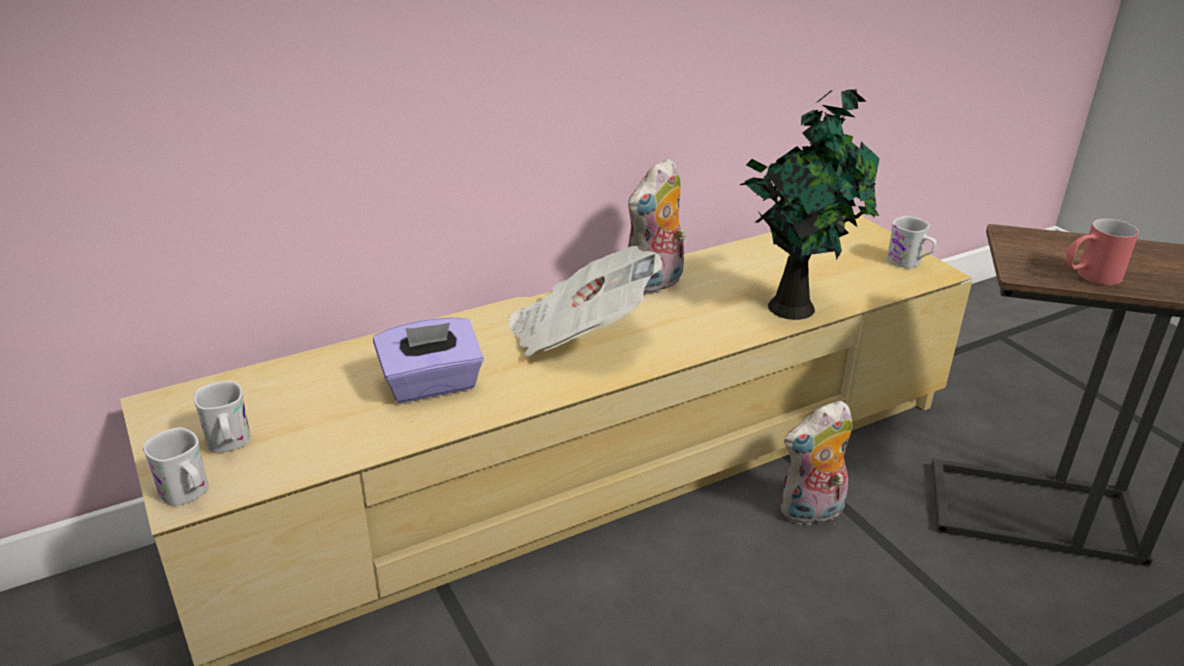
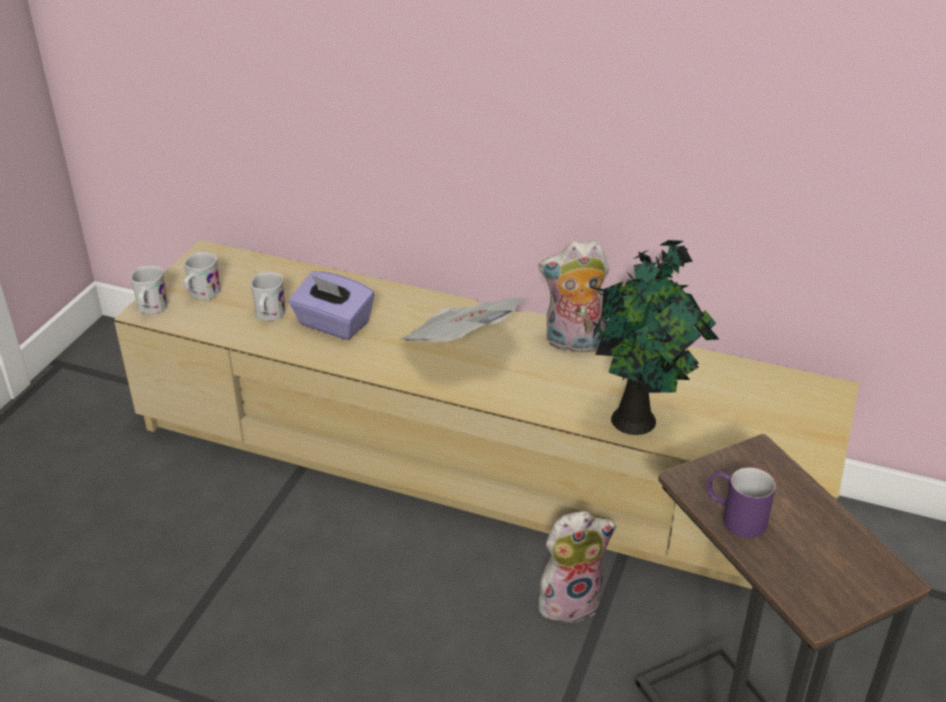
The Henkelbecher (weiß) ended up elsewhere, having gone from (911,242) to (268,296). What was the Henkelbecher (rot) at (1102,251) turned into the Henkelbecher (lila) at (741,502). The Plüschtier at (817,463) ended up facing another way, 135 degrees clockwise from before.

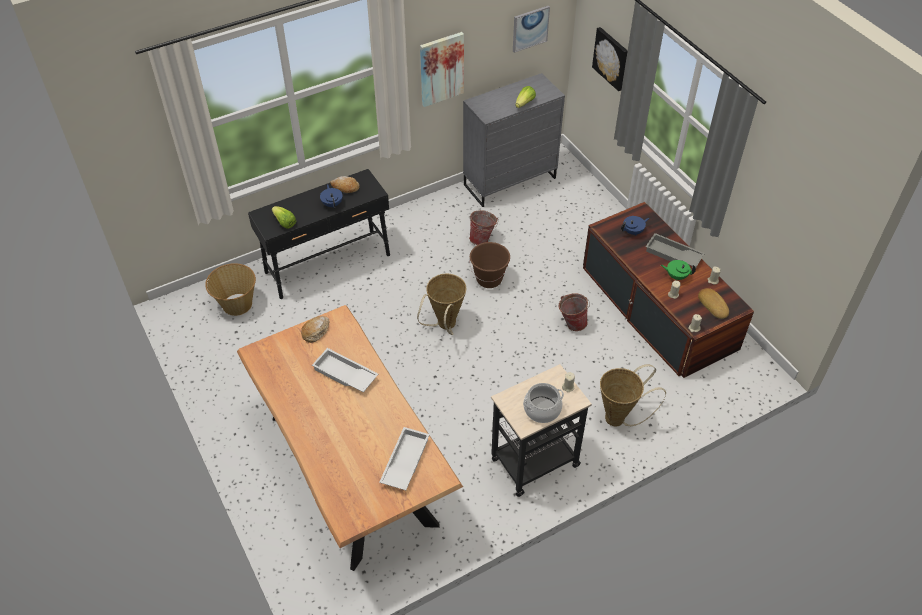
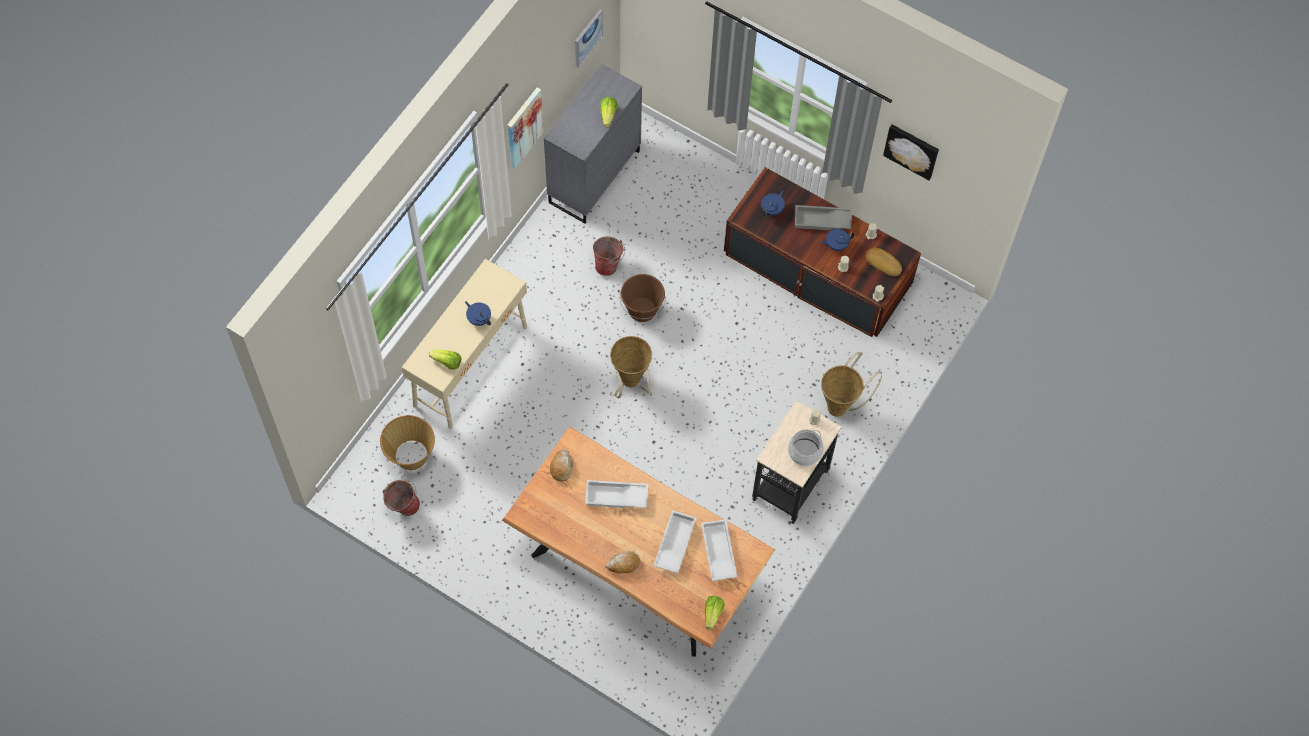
The second view gained the Tablett (weiß) at (675,541). The second view gained the Salatkopf at (715,613). The Brot ended up elsewhere, having gone from (345,184) to (622,562). The Eimer ended up elsewhere, having gone from (574,312) to (401,497). The Bild ended up elsewhere, having gone from (610,59) to (911,152). What was the Konsolentisch (schwarz) at (319,234) turned into the Konsolentisch (beige) at (464,344). What was the Teekanne (grün) at (678,270) turned into the Teekanne (blau) at (837,240).

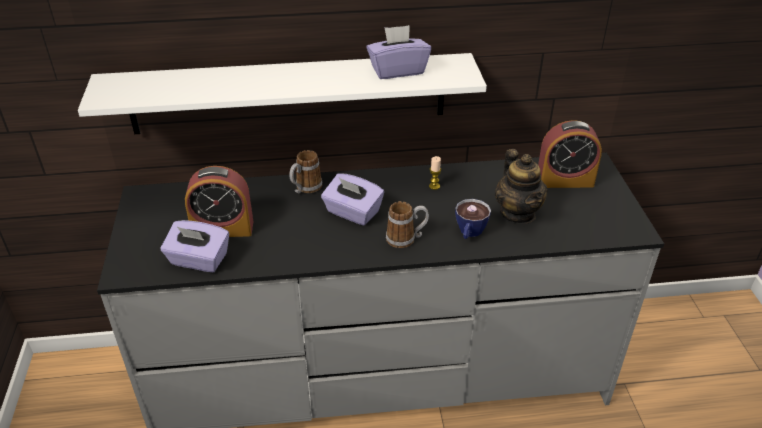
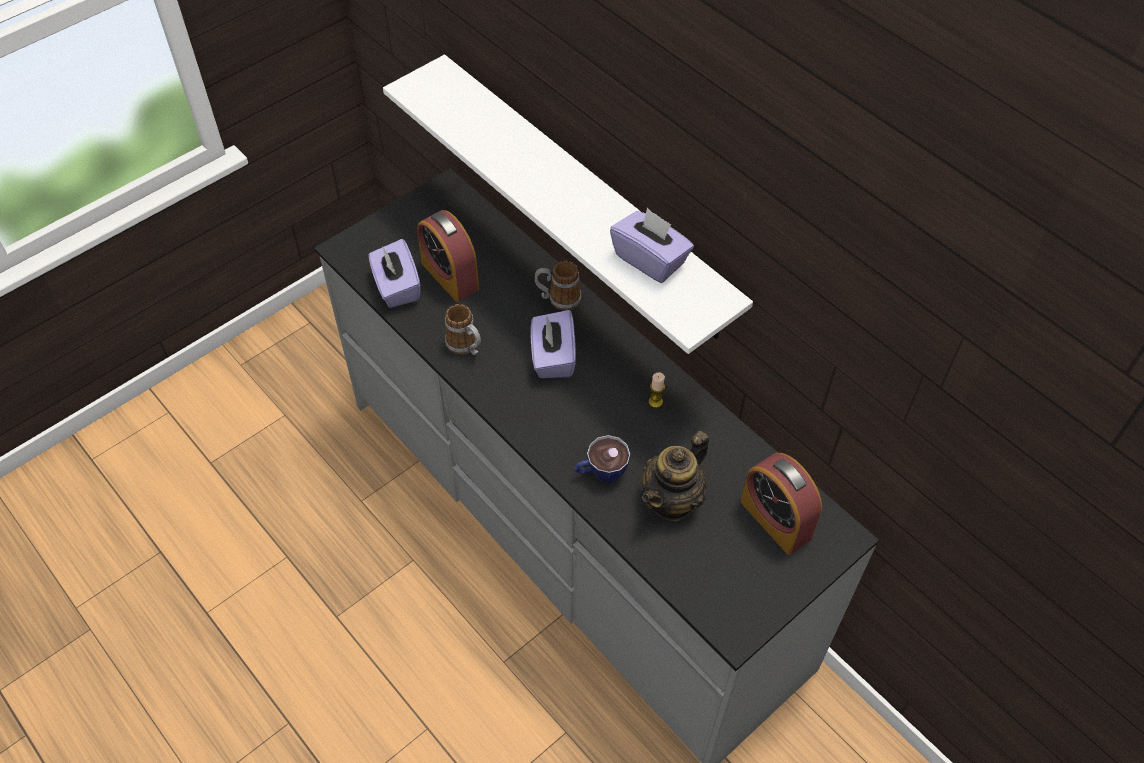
The Henkelbecher ended up elsewhere, having gone from (407,224) to (463,329).

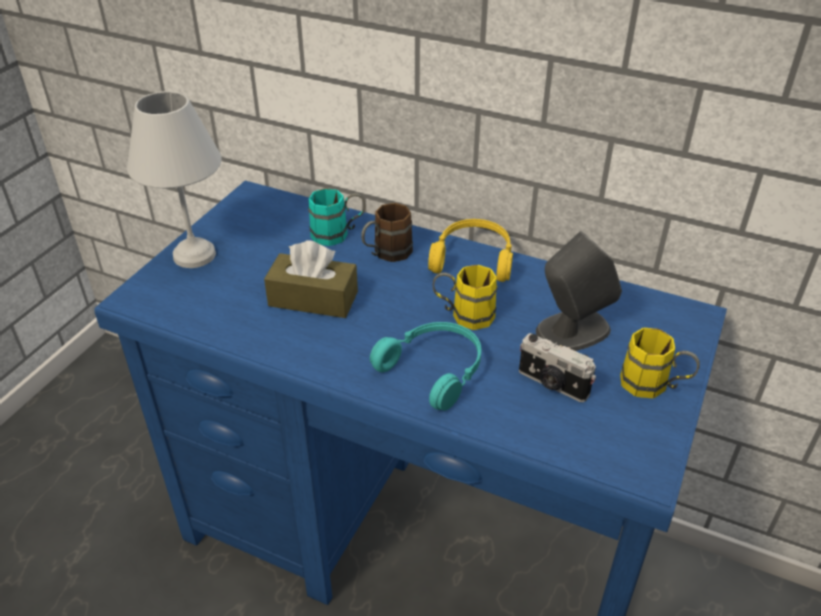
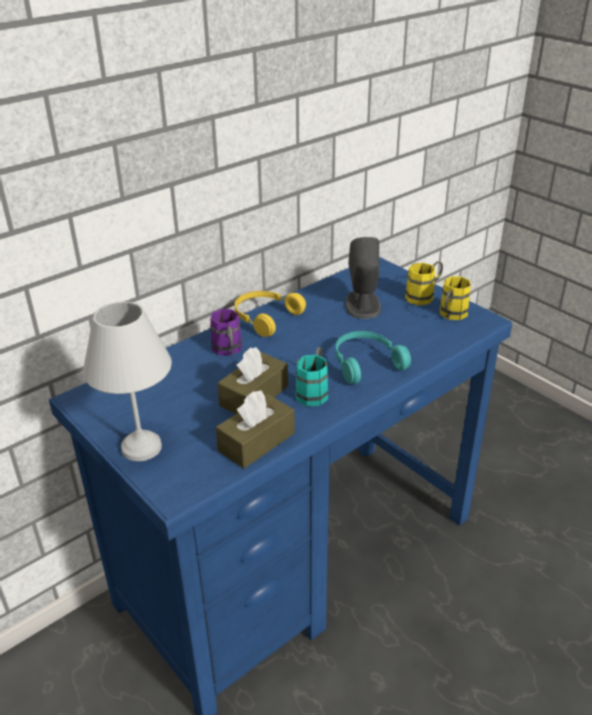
The second view lost the Kamera at (557,367). The second view gained the Taschentuchbox (braun) at (255,430). The Henkelbecher (türkis) ended up elsewhere, having gone from (336,217) to (312,376). The Henkelbecher (gelb) ended up elsewhere, having gone from (465,297) to (455,298). What was the Henkelbecher (braun) at (387,232) turned into the Henkelbecher (lila) at (226,332).

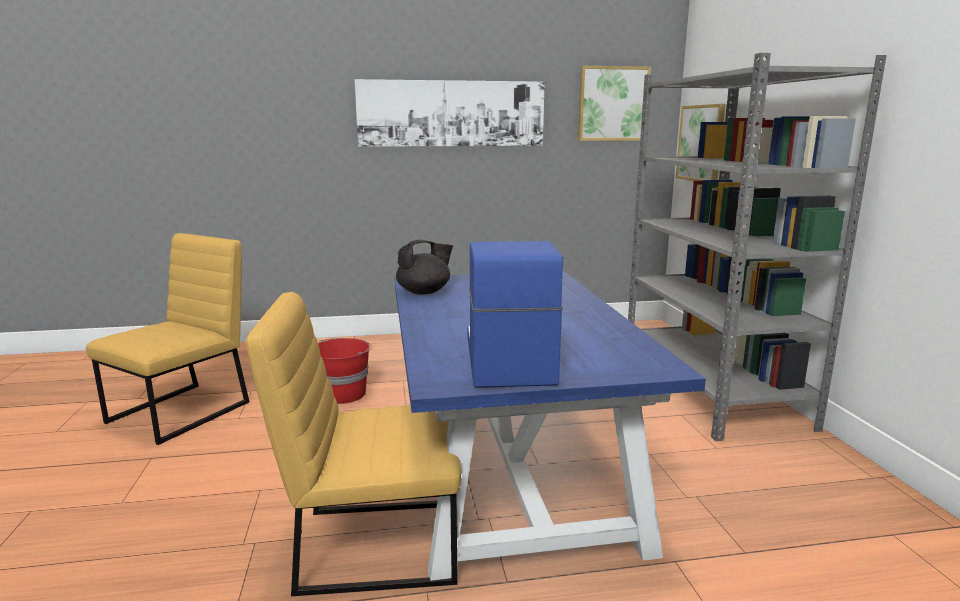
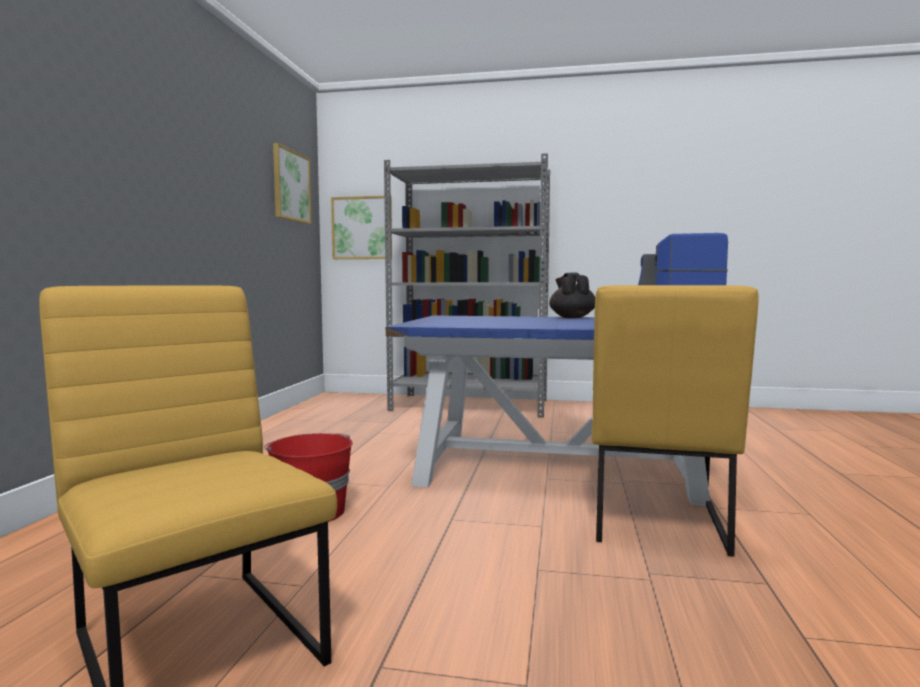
The second view lost the Bild at (449,113). The Teekanne (schwarz) ended up elsewhere, having gone from (424,267) to (572,295).

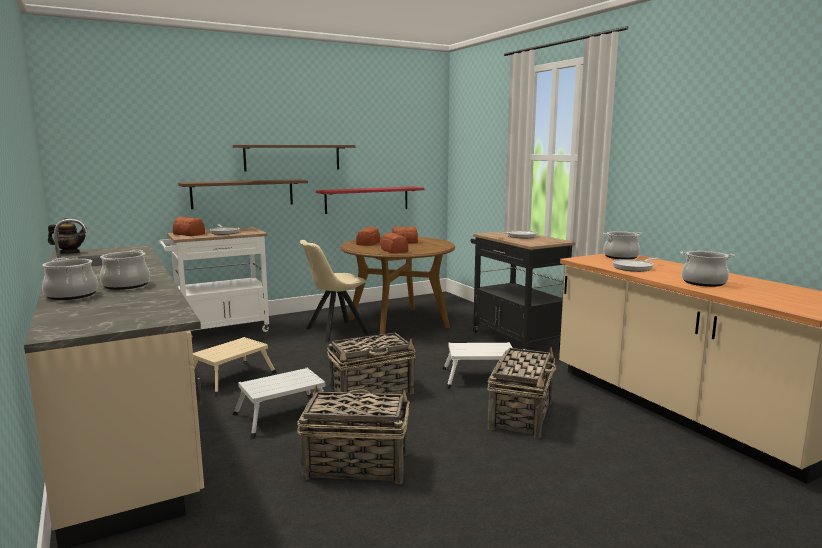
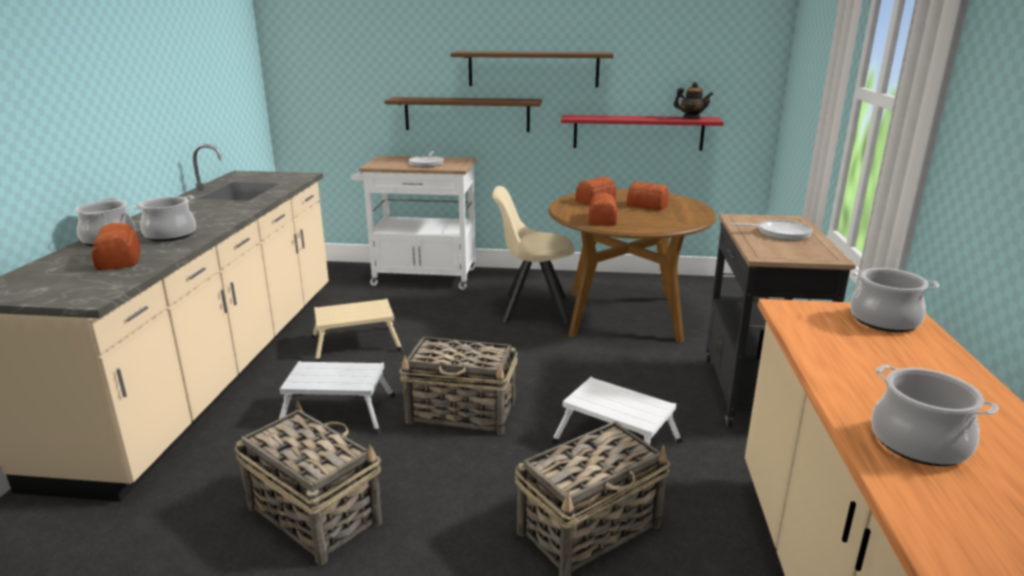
The second view lost the Pfanne at (636,265). The Teekanne ended up elsewhere, having gone from (67,236) to (693,100). The Brot ended up elsewhere, having gone from (189,226) to (115,246).

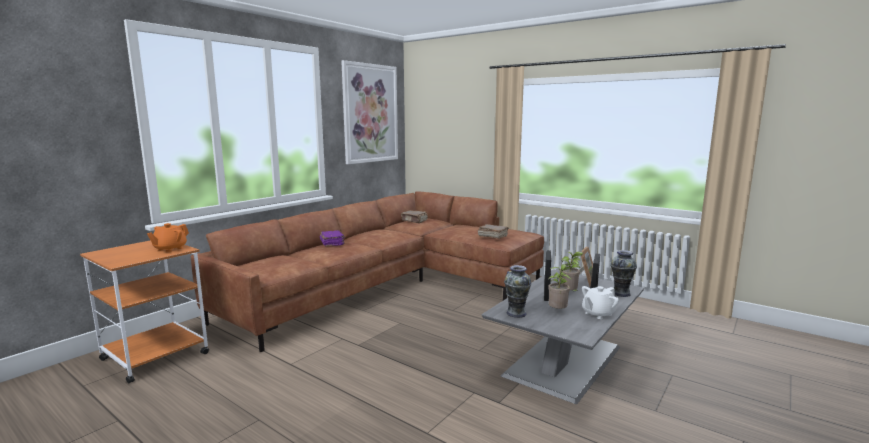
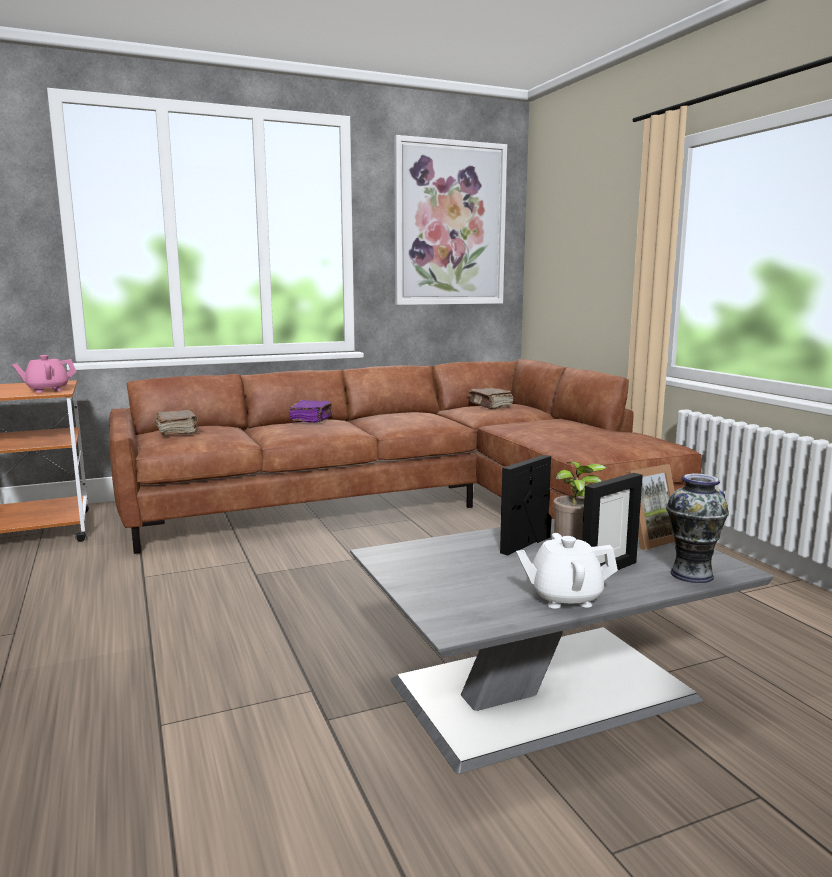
The second view lost the Vase at (518,291). The second view lost the Topfpflanze at (560,286). The Buch (braun) ended up elsewhere, having gone from (493,231) to (177,422). What was the Teekanne (orange) at (168,237) turned into the Teekanne (rosa) at (44,374).

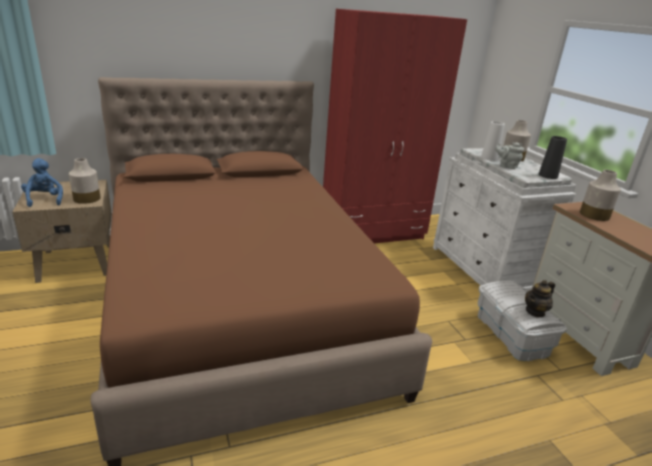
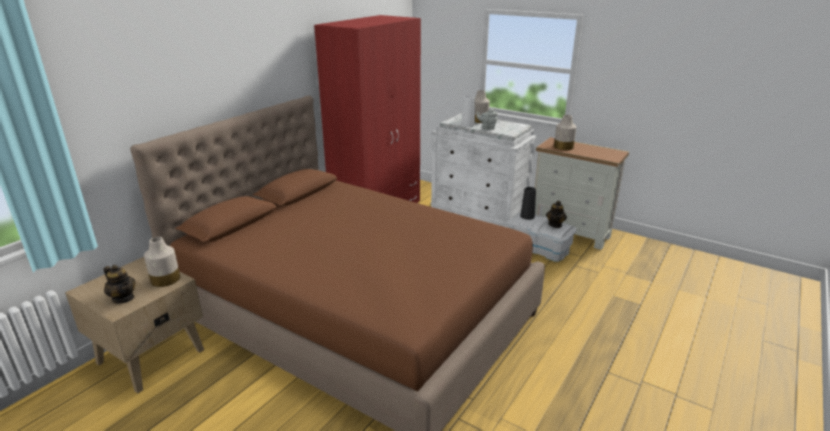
The Vase (schwarz) ended up elsewhere, having gone from (553,157) to (528,203). Where the Plüschtier (blau) stood at (42,182), the Teekanne came to stand at (119,284).

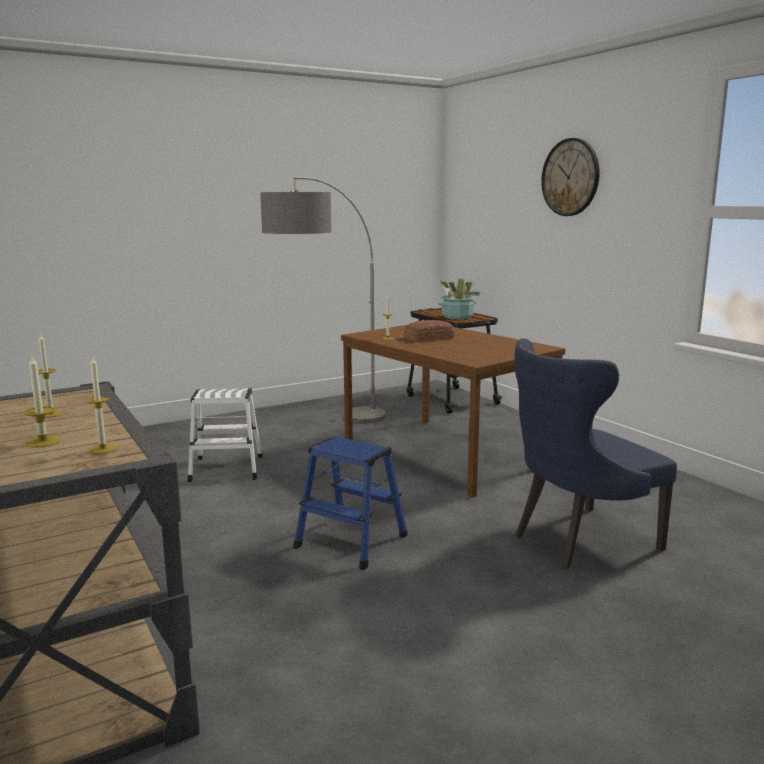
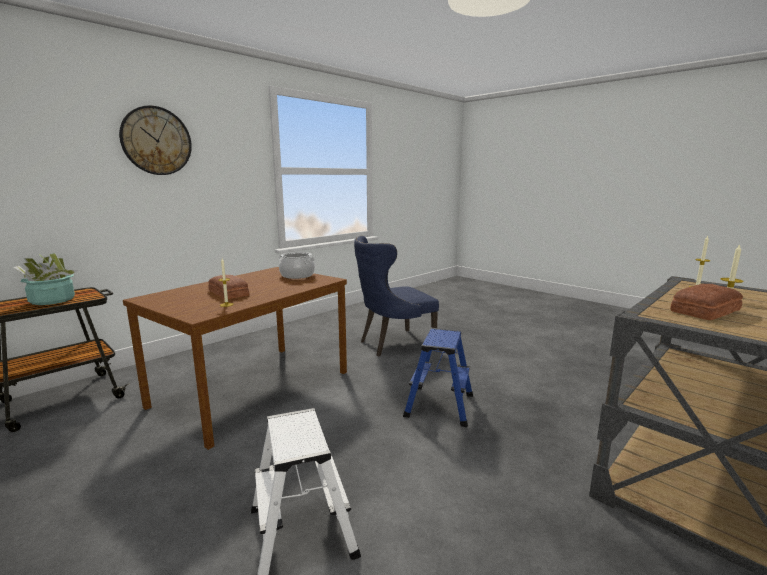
The second view lost the Stehlampe at (323,300). The second view gained the Kochtopf at (297,265). Where the Kerze stood at (50,376), the Brot came to stand at (706,302). The Stuhl (blau) at (596,454) ended up facing another way, 105 degrees clockwise from before.

